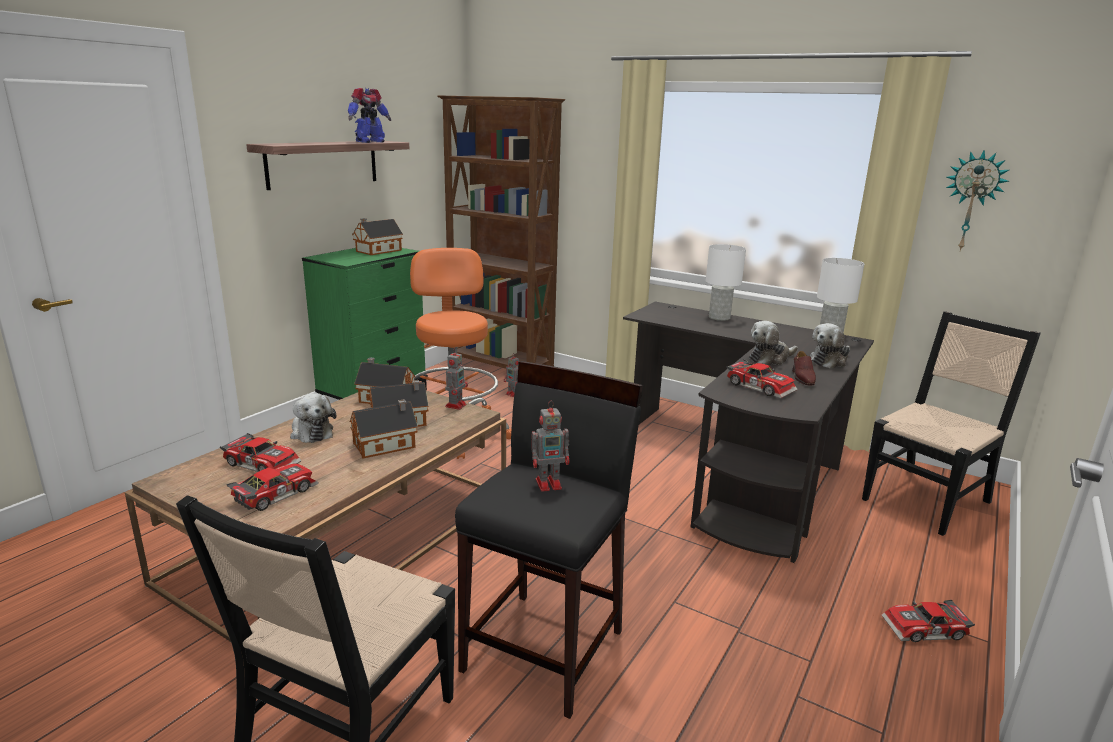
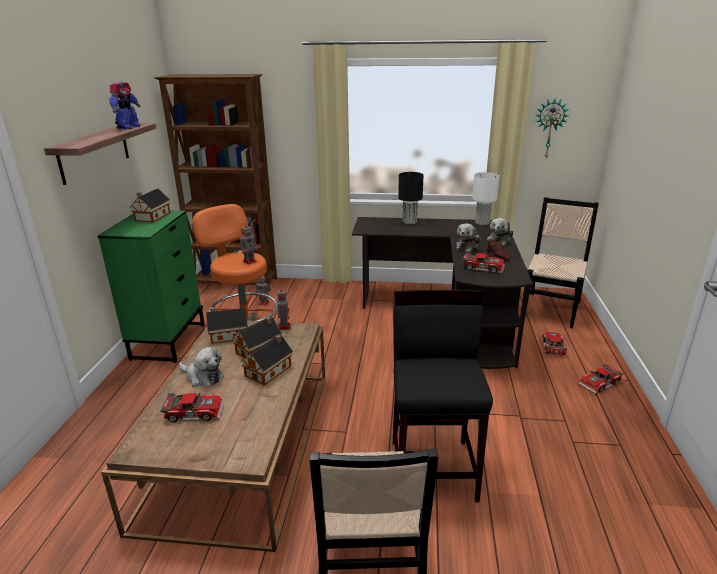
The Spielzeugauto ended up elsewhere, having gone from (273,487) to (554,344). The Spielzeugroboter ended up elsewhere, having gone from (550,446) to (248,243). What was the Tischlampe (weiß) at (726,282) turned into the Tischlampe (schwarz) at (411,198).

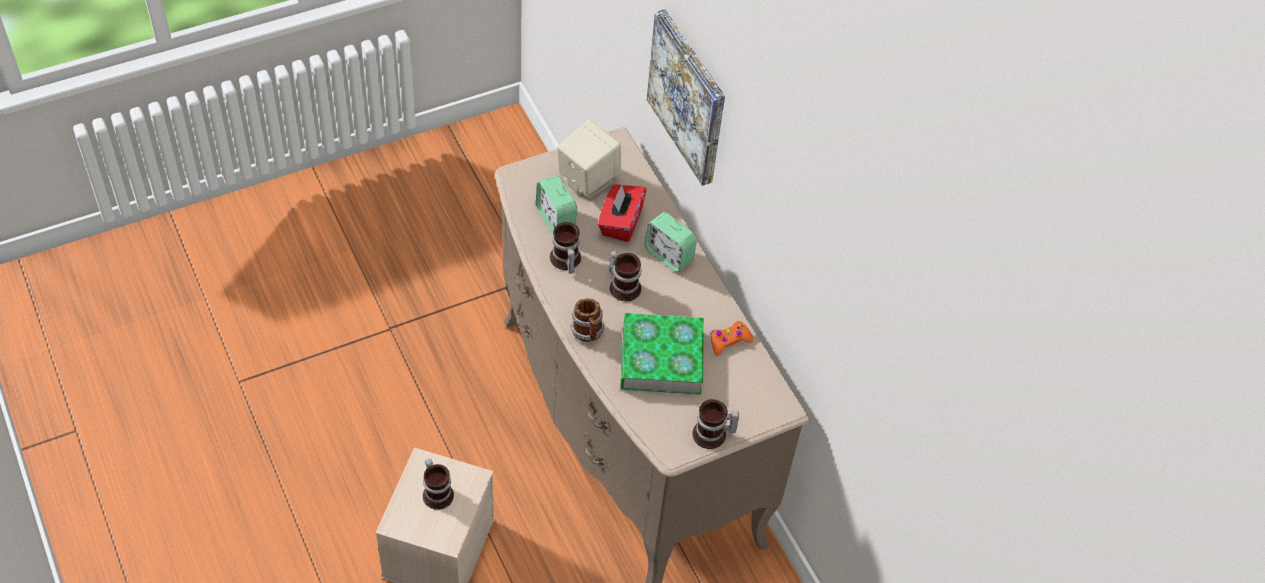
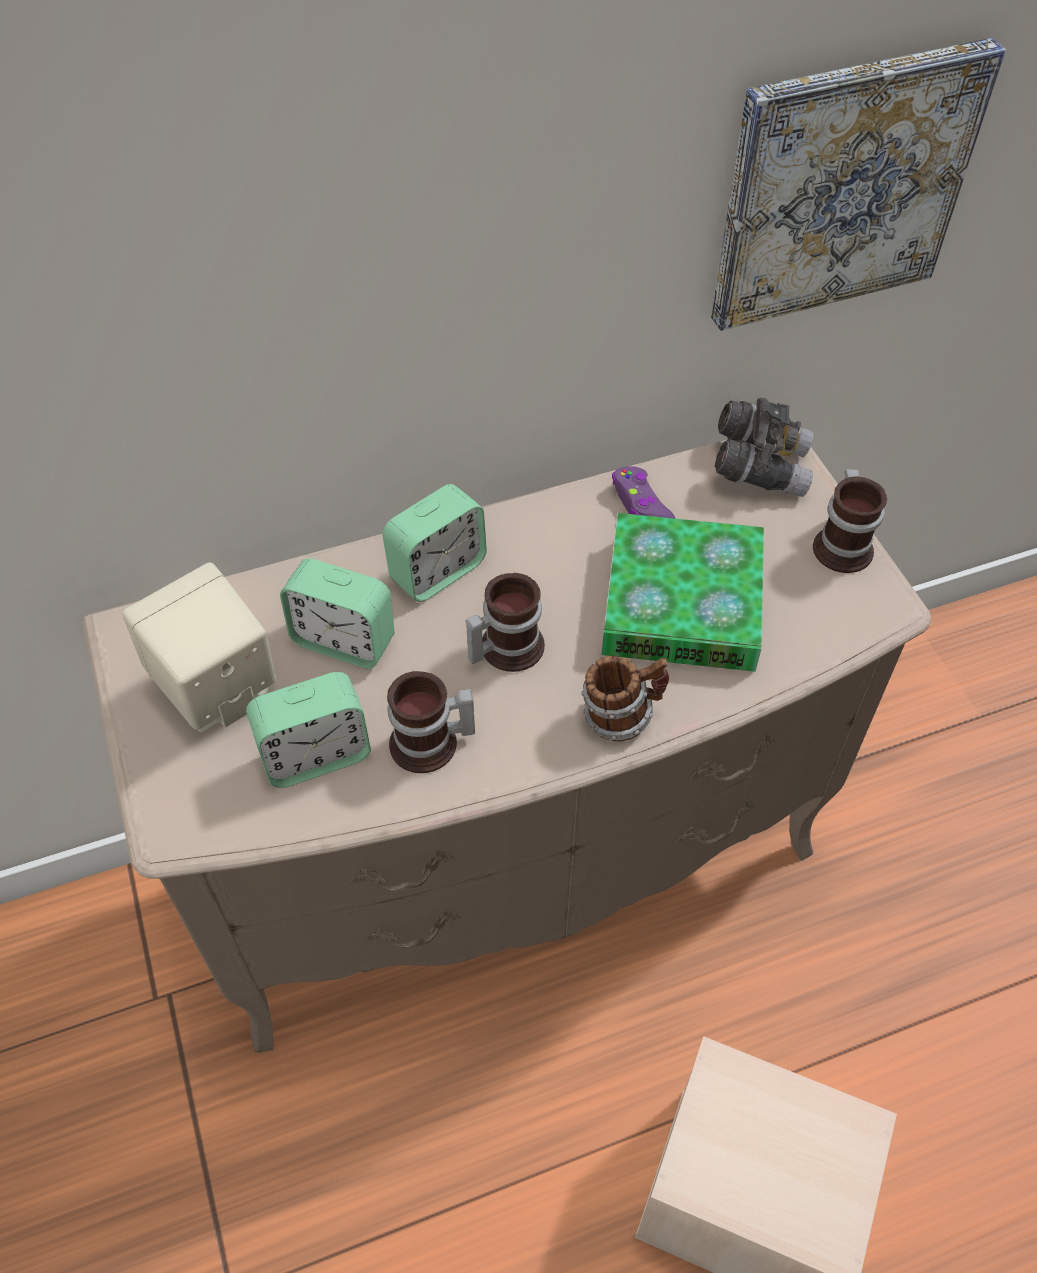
The second view lost the Henkelbecher at (438,484). The second view gained the Fernglas (grau) at (764,447). The Bild ended up elsewhere, having gone from (686,97) to (858,184). Where the Taschentuchbox (rot) stood at (622,213), the Wecker came to stand at (337,613). What was the Gamepad (orange) at (732,338) turned into the Gamepad (lila) at (643,492).

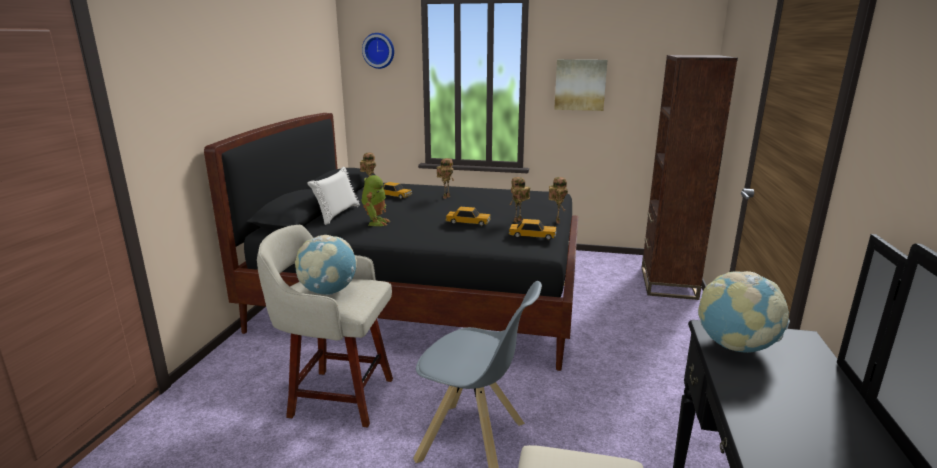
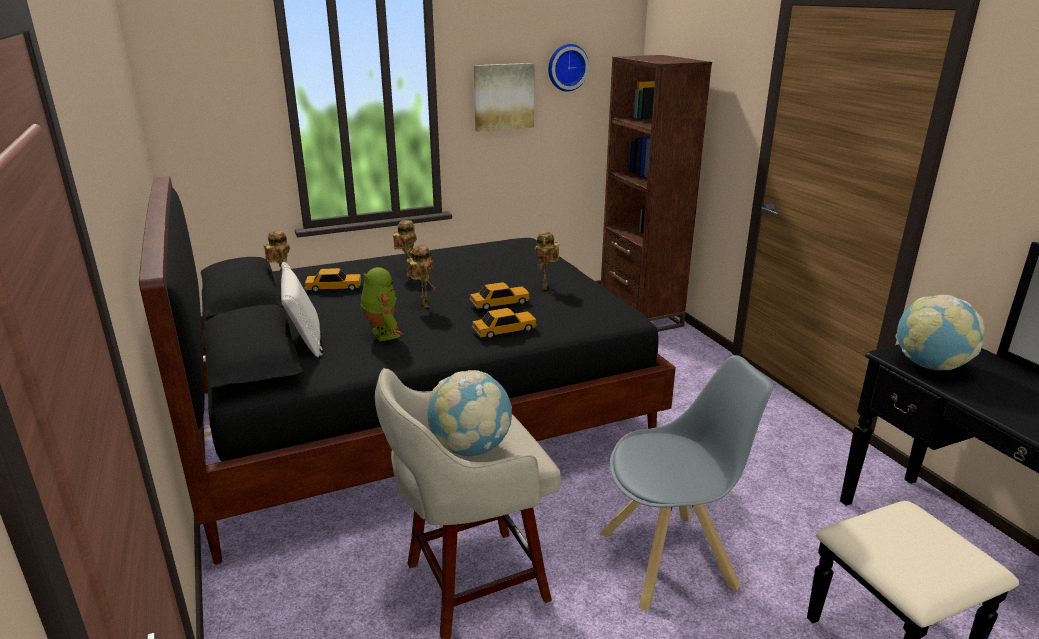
The Wanduhr ended up elsewhere, having gone from (378,51) to (568,68). The Spielzeugauto ended up elsewhere, having gone from (532,229) to (504,323). The Spielzeugroboter ended up elsewhere, having gone from (558,200) to (421,276).

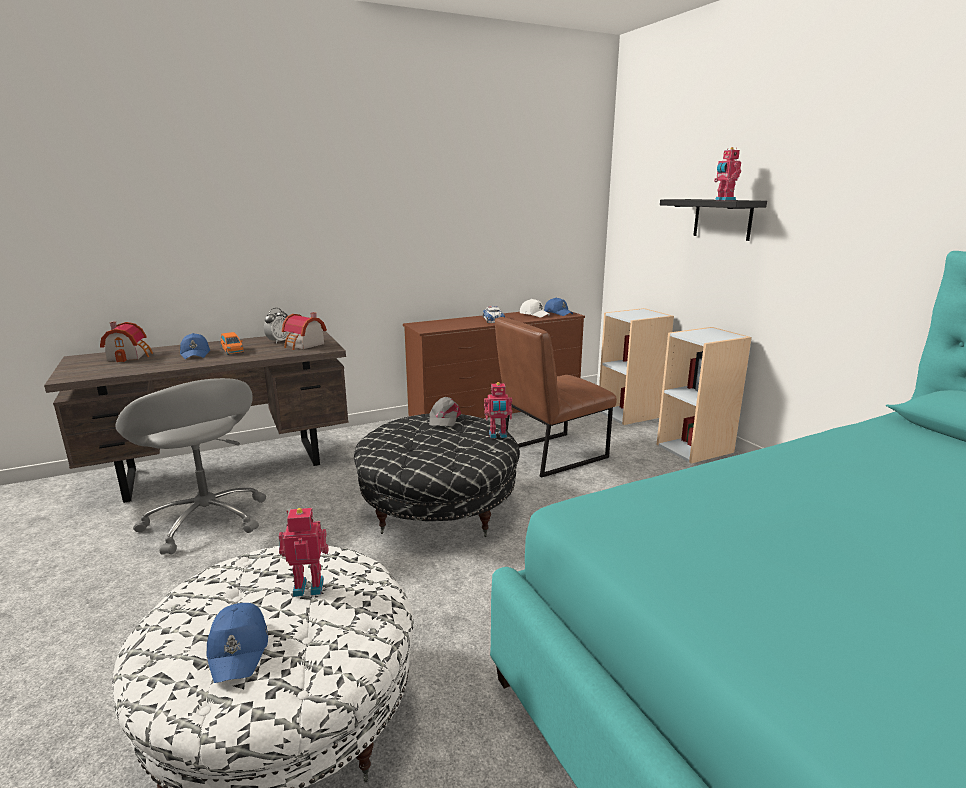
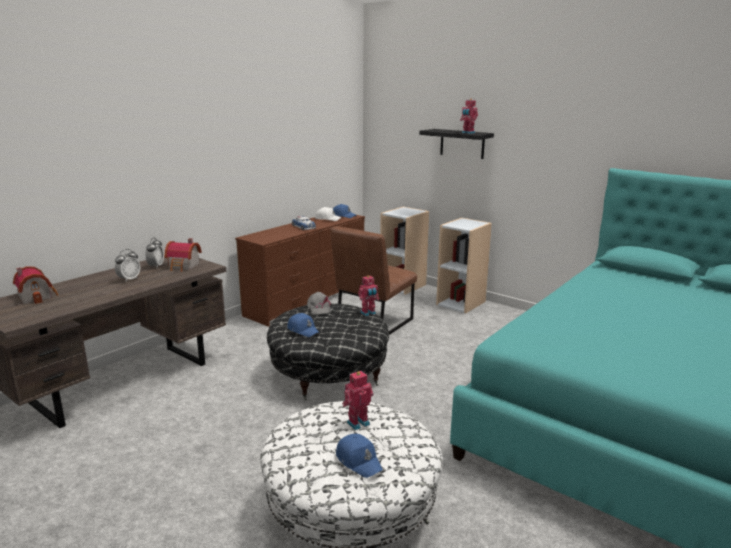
The second view lost the Bürostuhl (grau) at (190,466). The Kappe (blau) ended up elsewhere, having gone from (195,346) to (304,325). Where the Spielzeugauto (orange) stood at (232,343), the Wecker came to stand at (127,265).

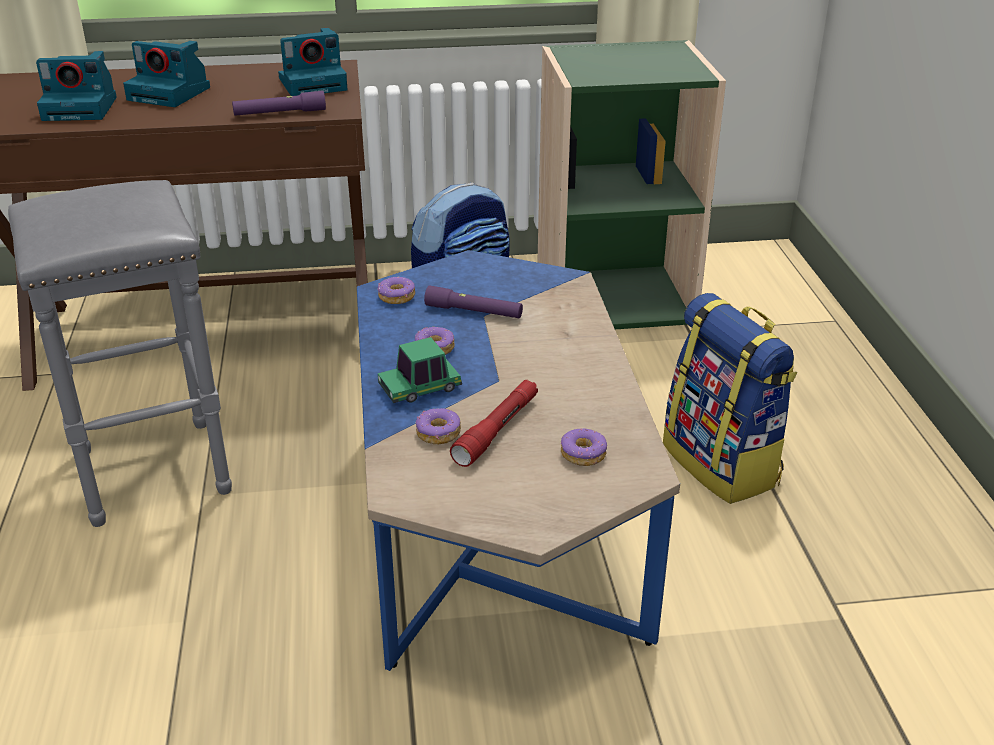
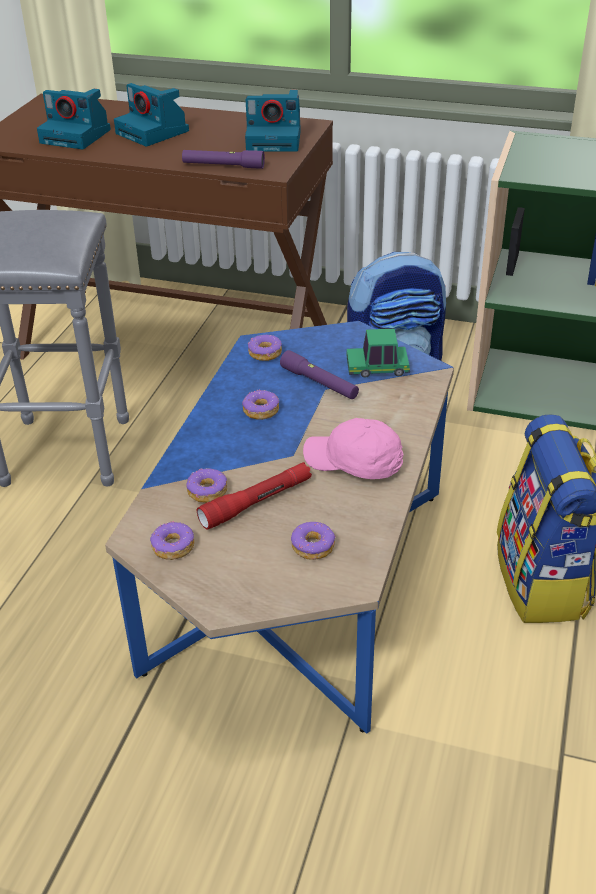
The second view gained the Donut at (172,540). The second view gained the Kappe (rosa) at (353,448). The Spielzeugauto ended up elsewhere, having gone from (420,370) to (378,353).

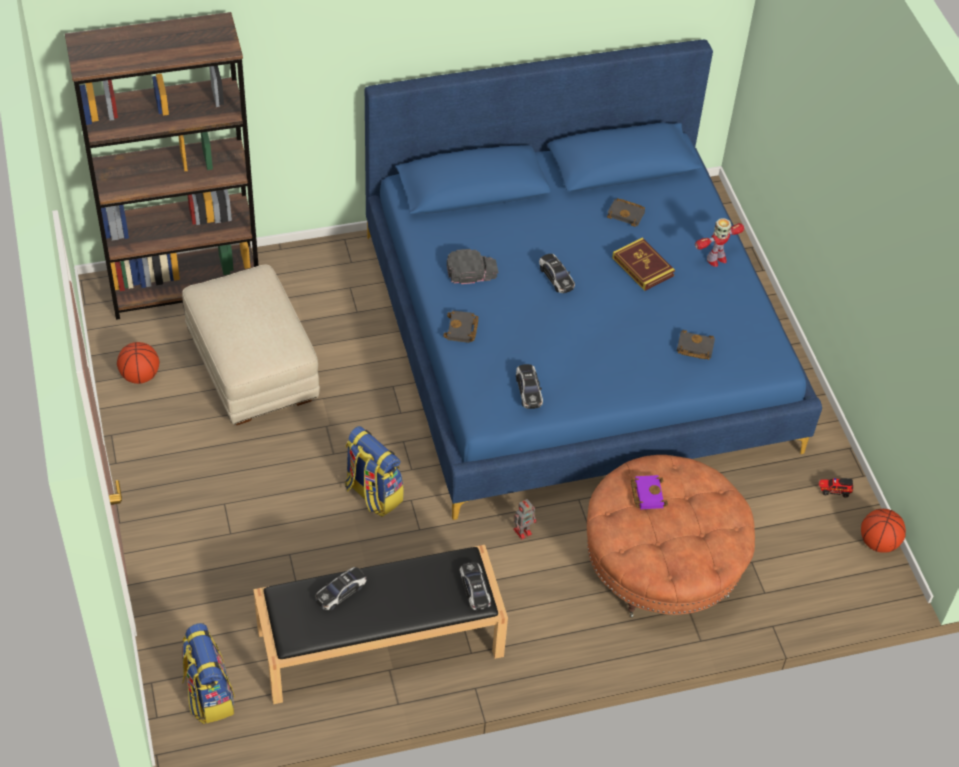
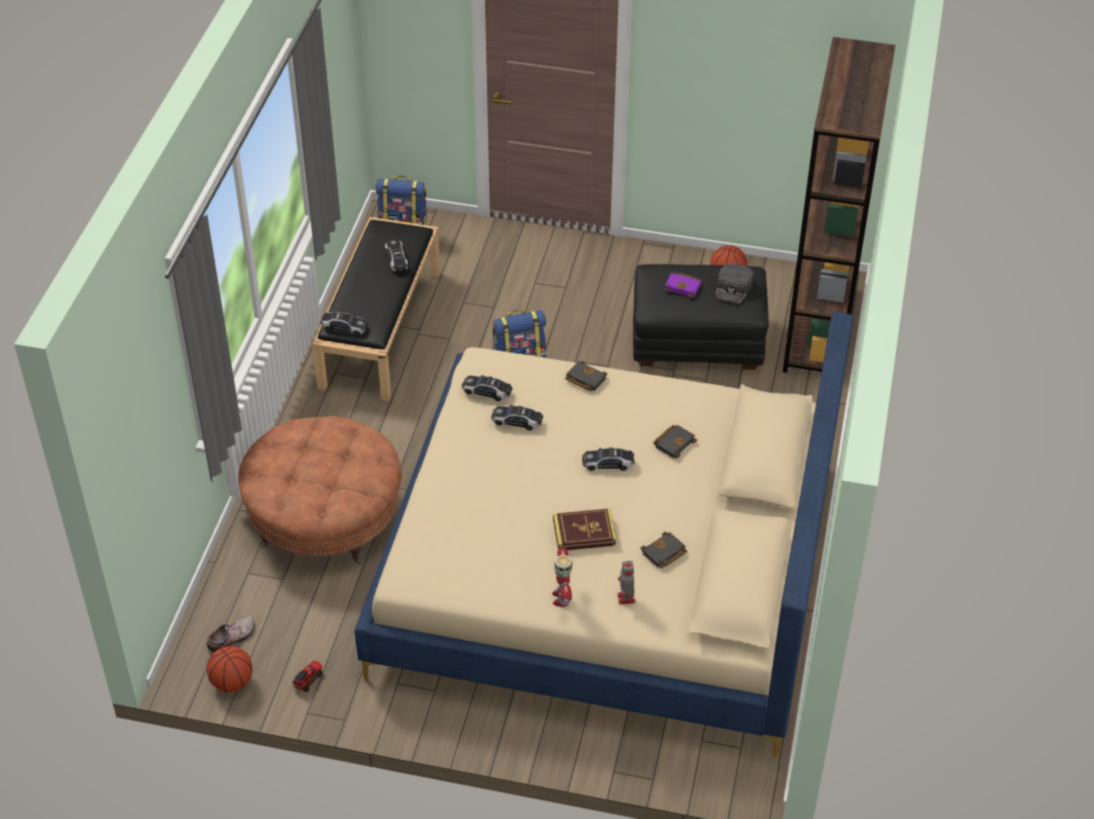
The second view gained the Schuh at (231,633). The second view gained the Spielzeugauto at (517,418). The Kappe (schwarz) ended up elsewhere, having gone from (472,266) to (734,283). The Spielzeugroboter ended up elsewhere, having gone from (524,519) to (626,582). The Buch (lila) ended up elsewhere, having gone from (649,492) to (683,285). The Buch (schwarz) ended up elsewhere, having gone from (696,345) to (675,442). What was the Polsterhocker (beige) at (251,345) turned into the Polsterhocker (schwarz) at (701,317). What was the Bett (blau) at (593,280) turned into the Bett (beige) at (604,534).

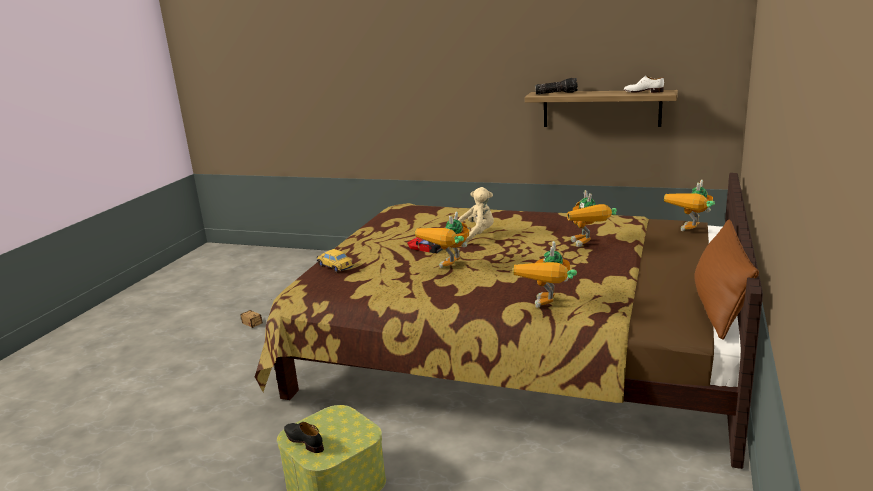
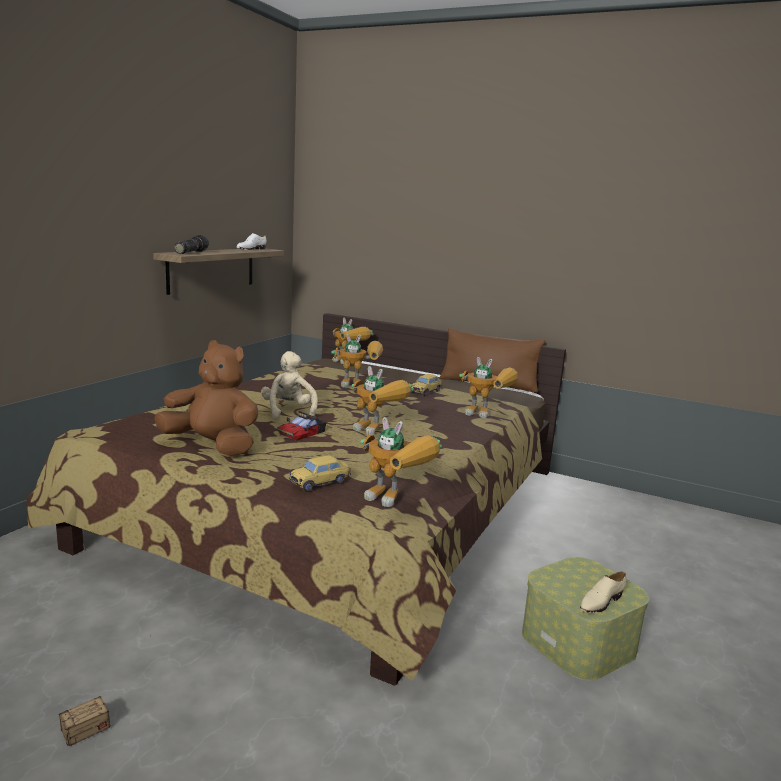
The second view gained the Plüschtier (braun) at (206,398). The second view gained the Spielzeugroboter at (401,462). The second view gained the Spielzeugauto at (427,385). What was the Schuh (schwarz) at (304,437) turned into the Schuh (beige) at (603,592).

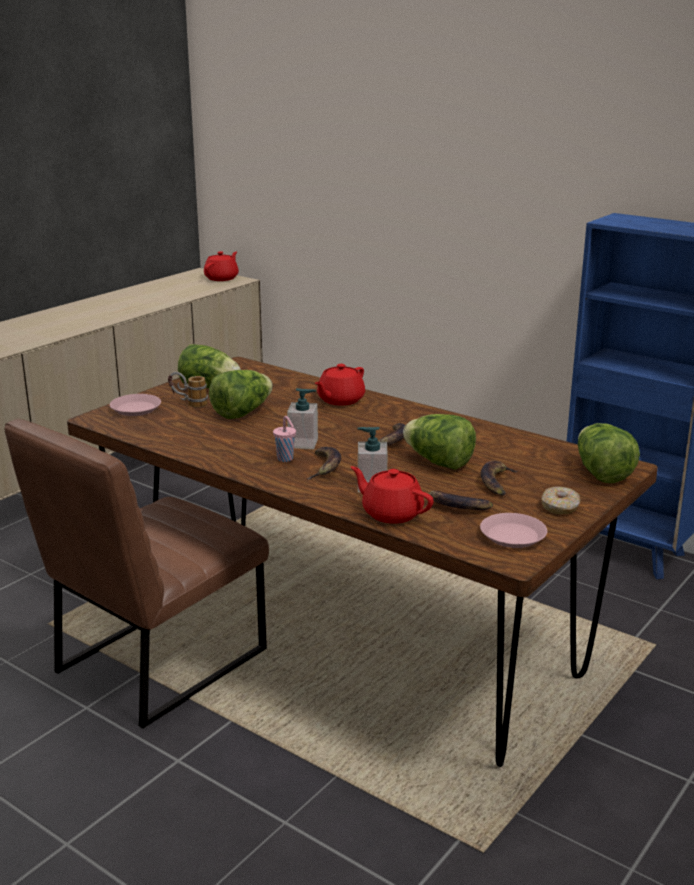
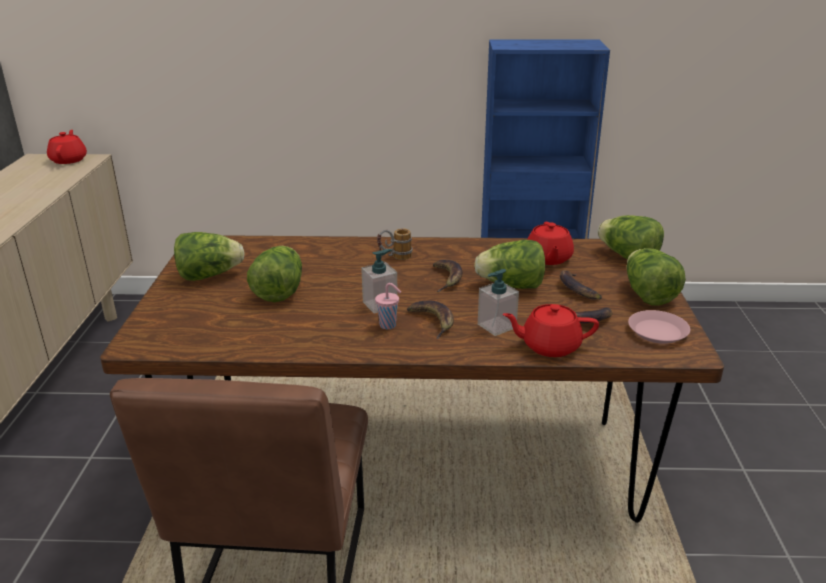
The second view lost the Teller (rosa) at (135,405). The Henkelbecher ended up elsewhere, having gone from (188,389) to (394,244). The Teekanne (rot) ended up elsewhere, having gone from (340,385) to (550,243). Where the Donut stood at (561,500), the Salatkopf came to stand at (656,277).

